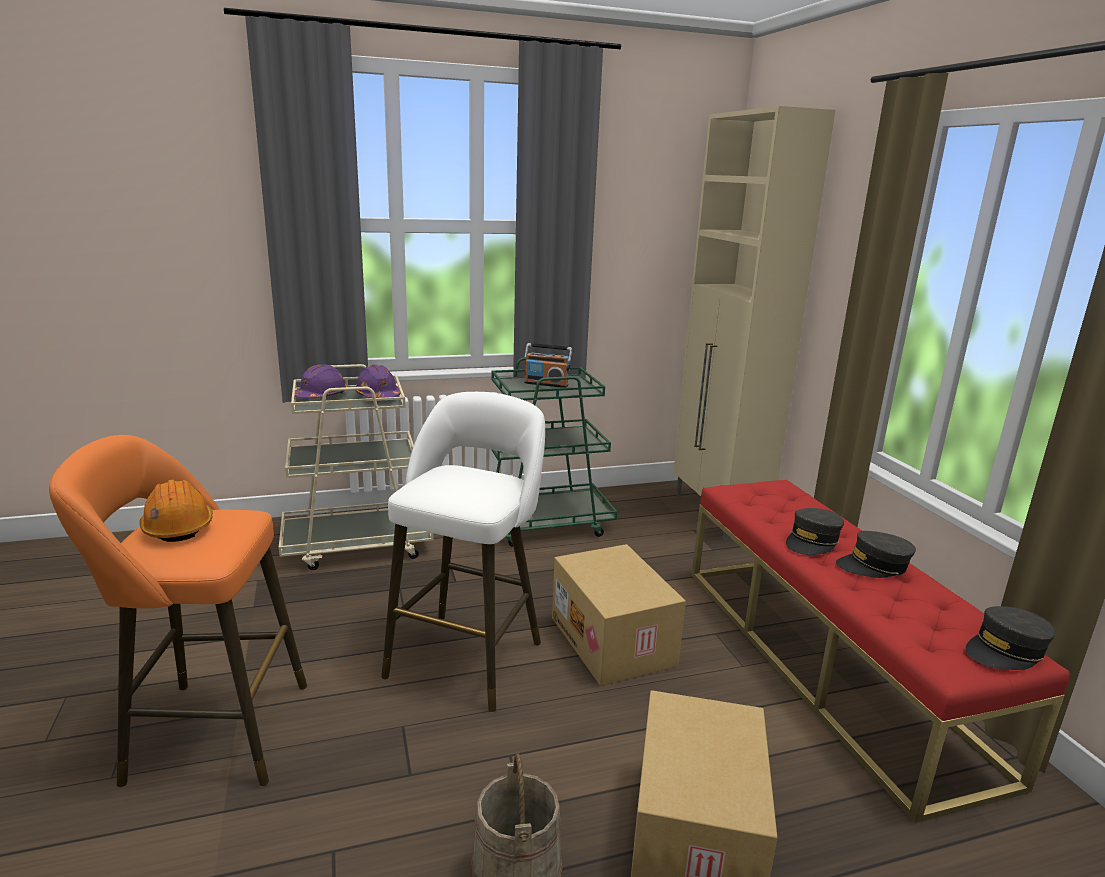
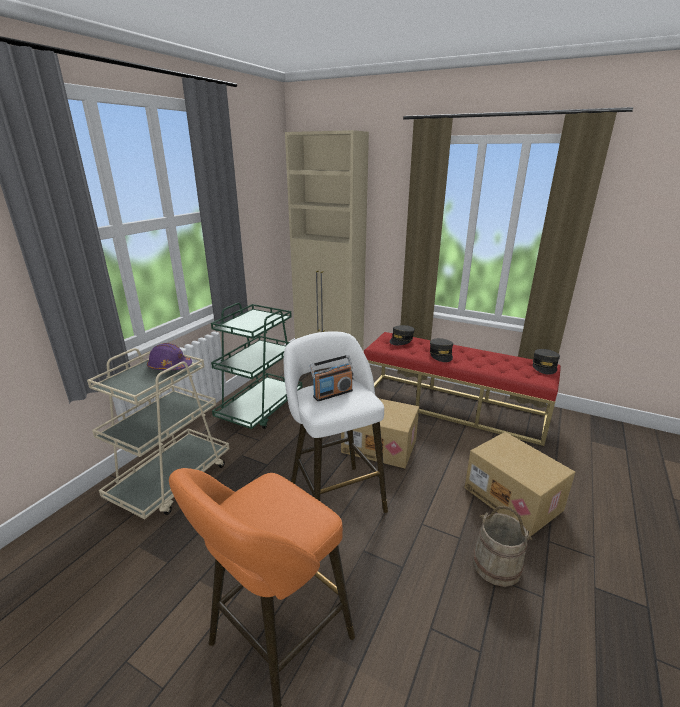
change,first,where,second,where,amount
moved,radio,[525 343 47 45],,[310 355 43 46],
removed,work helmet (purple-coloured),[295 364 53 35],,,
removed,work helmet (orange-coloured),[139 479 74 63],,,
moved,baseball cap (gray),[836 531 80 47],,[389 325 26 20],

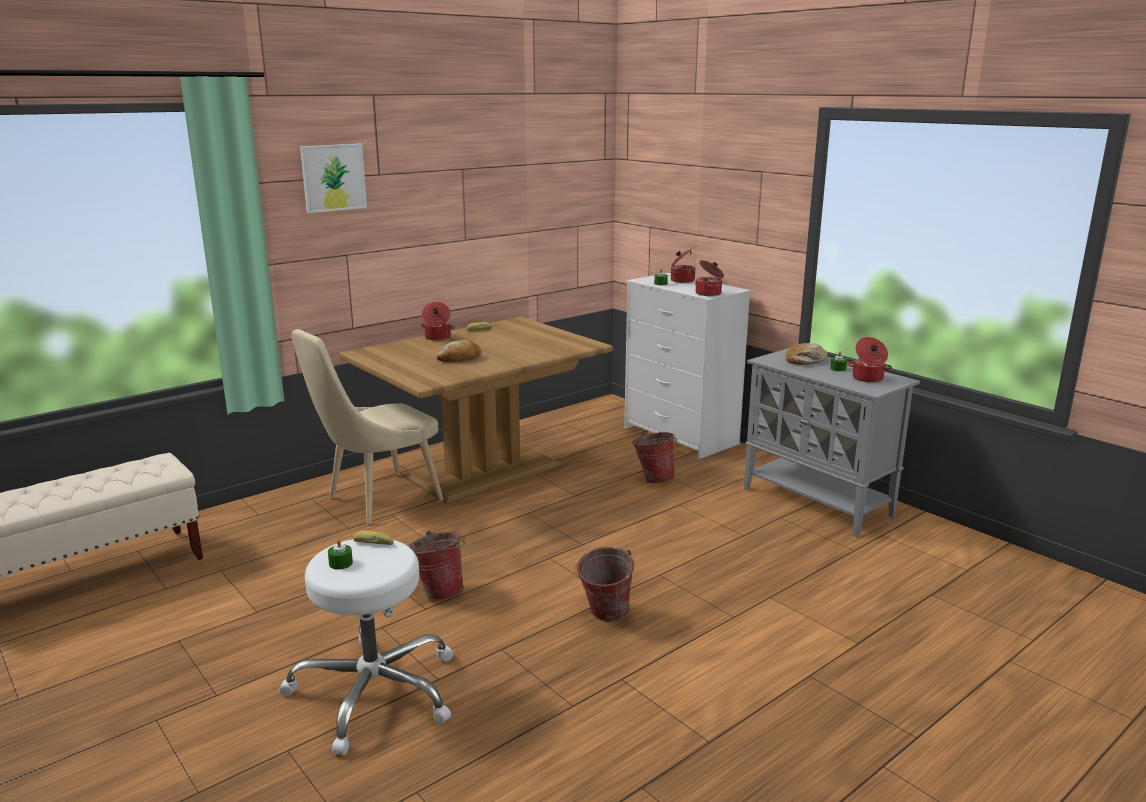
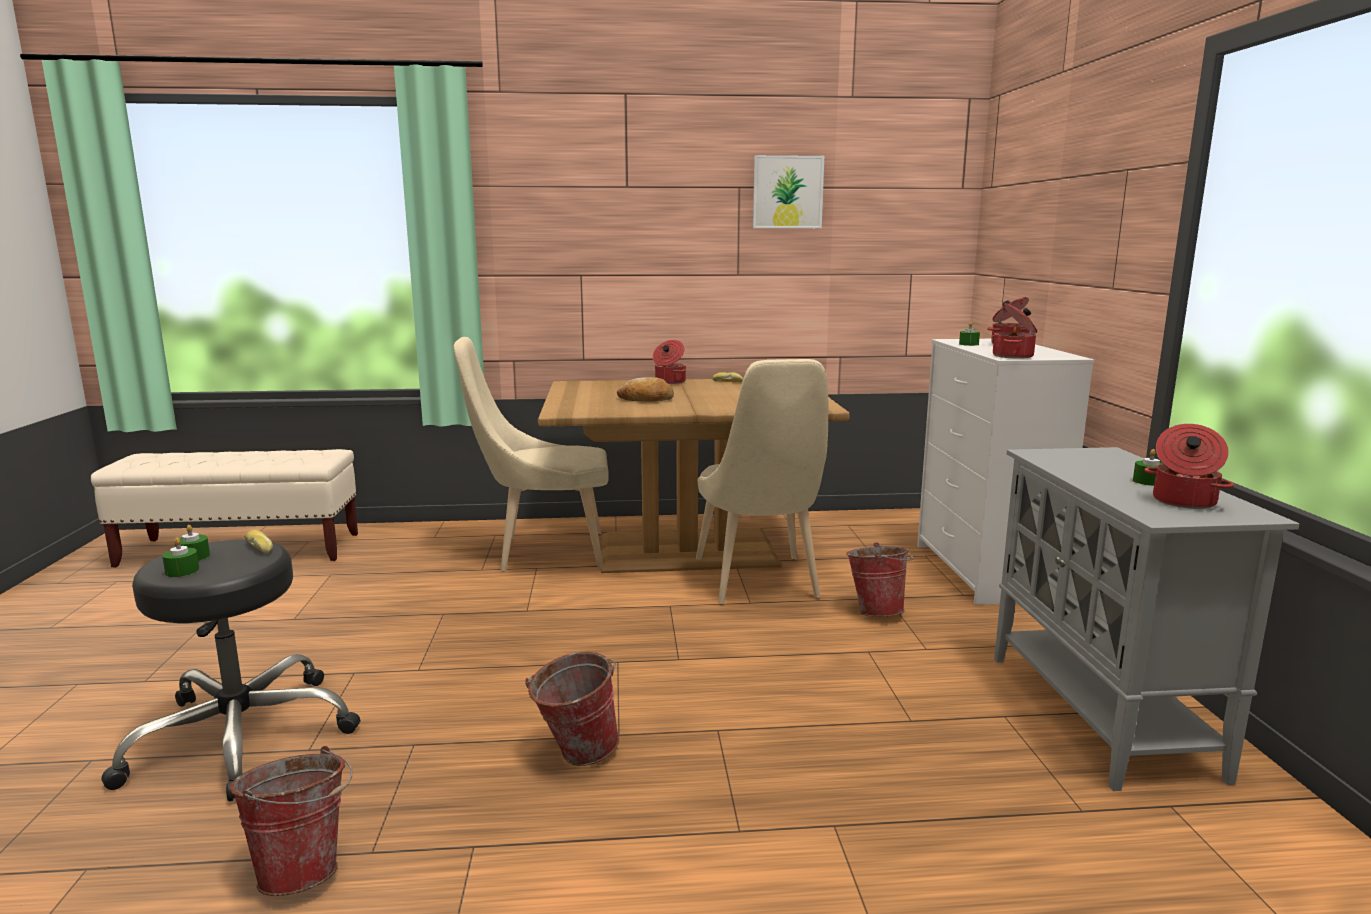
change,first,where,second,where,amount
moved,picture,[300 144 67 69],,[753 155 71 73],
removed,bread,[786 343 42 22],,,
moved,water bucket,[408 531 58 70],,[230 746 122 150],
recoloured,sitting stool (whitish),[279 539 175 217],sitting stool (black),[102 539 259 263],
added,,,plain chair (beige-coloured),[696 359 132 246],
added,,,wax light (green-coloured),[162 538 37 39],

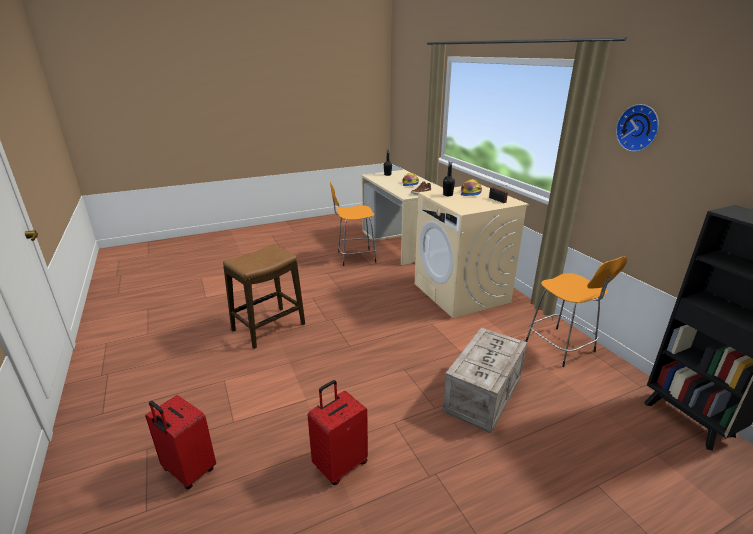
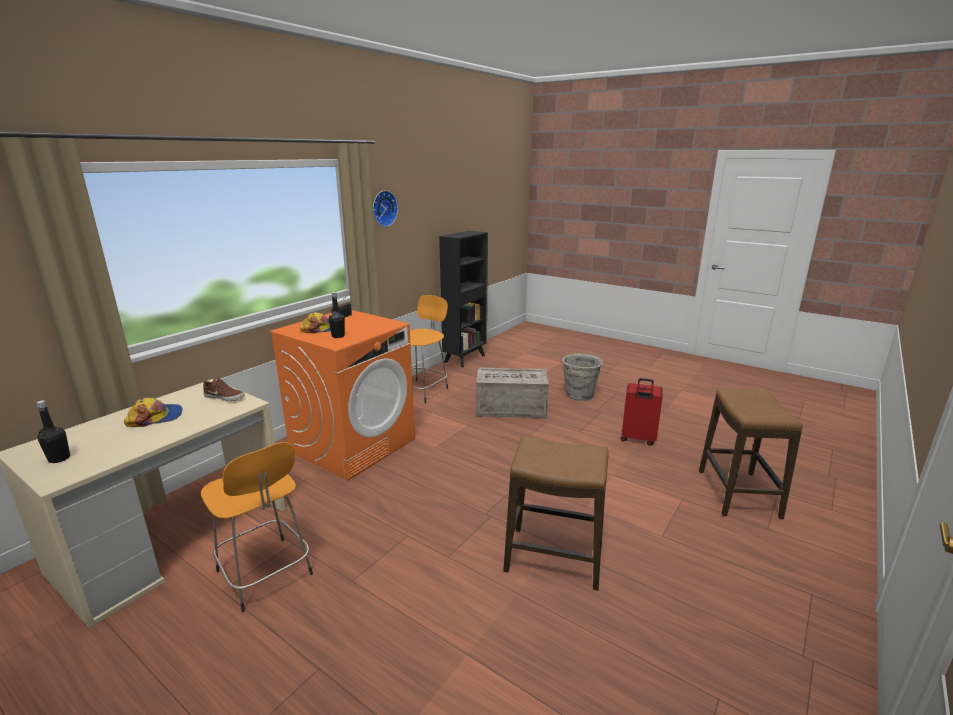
change,first,where,second,where,amount
recoloured,washing machine (beige-coloured),[414 184 115 134],washing machine (orange-coloured),[269 310 146 170],
replaced,travel case (red),[145 395 71 94],sitting stool,[699 389 104 130],
added,,,water bucket (gray),[560 354 42 47],

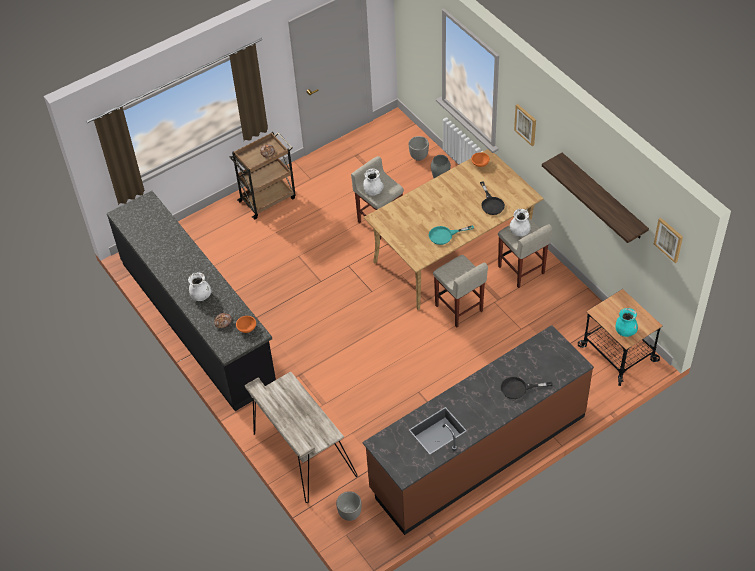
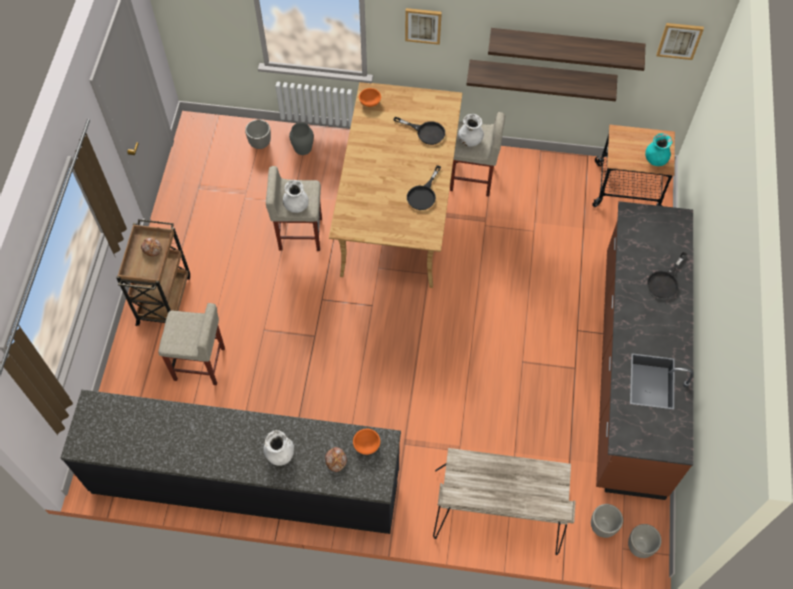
change,first,where,second,where,amount
recoloured,skillet (turquoise-coloured),[429 225 45 20],skillet (black),[407 165 34 45],
moved,sitting stool (beige-coloured),[433 255 55 72],,[158 303 67 82],
added,,,shelf,[466 60 151 41],
added,,,plant pot,[628 524 34 34],

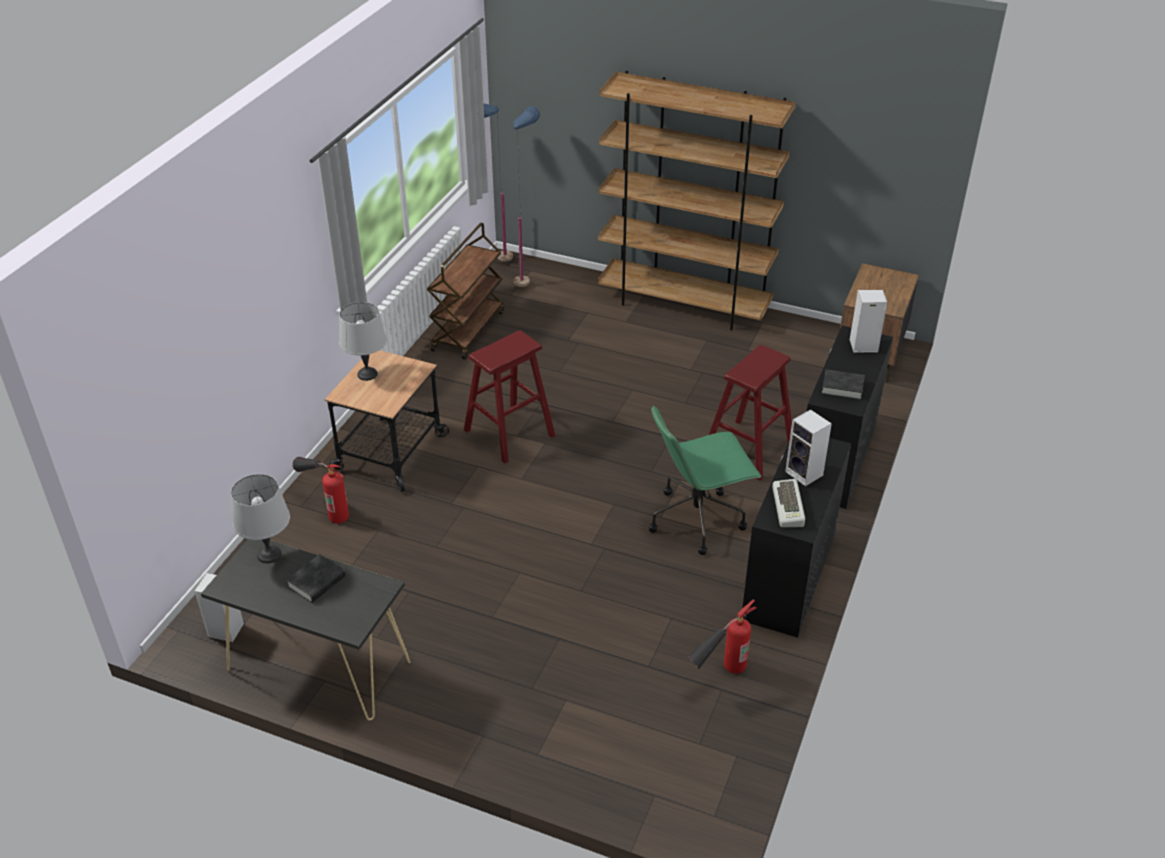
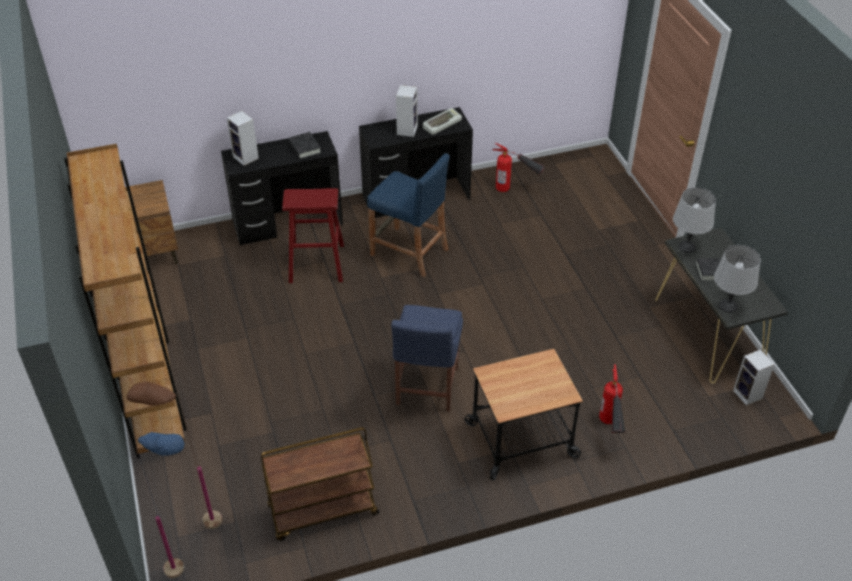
change,first,where,second,where,amount
recoloured,standing lamp (bluish),[513 106 27 181],standing lamp (brown-coloured),[126 382 96 147],
moved,lamp for a table (gray),[339 302 48 79],,[673 187 43 66],
replaced,sitting stool (red),[464 330 91 133],plain chair (bluish),[391 305 72 107],
replaced,computer chair (green-coloured),[649 405 112 150],sitting stool (bluish),[367 153 83 124],

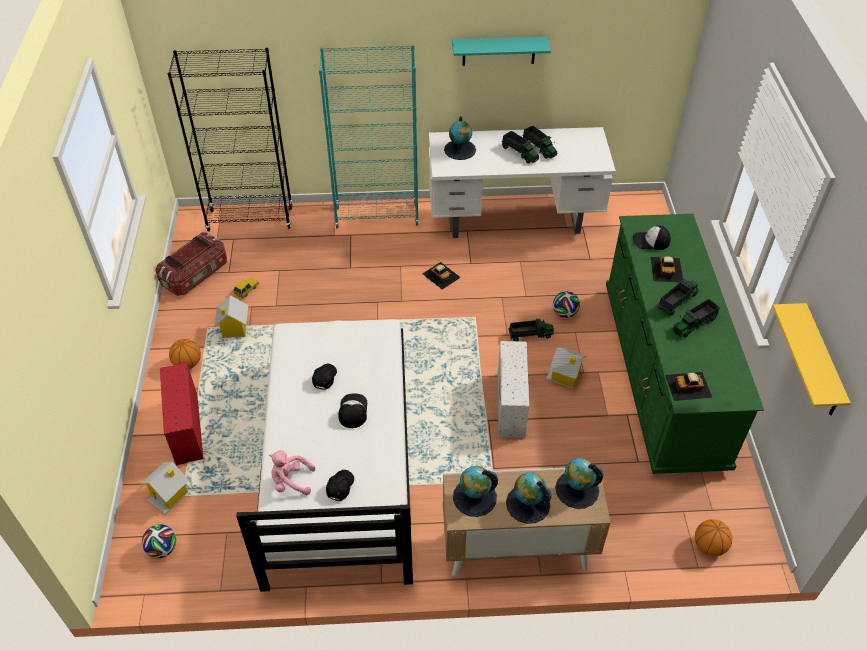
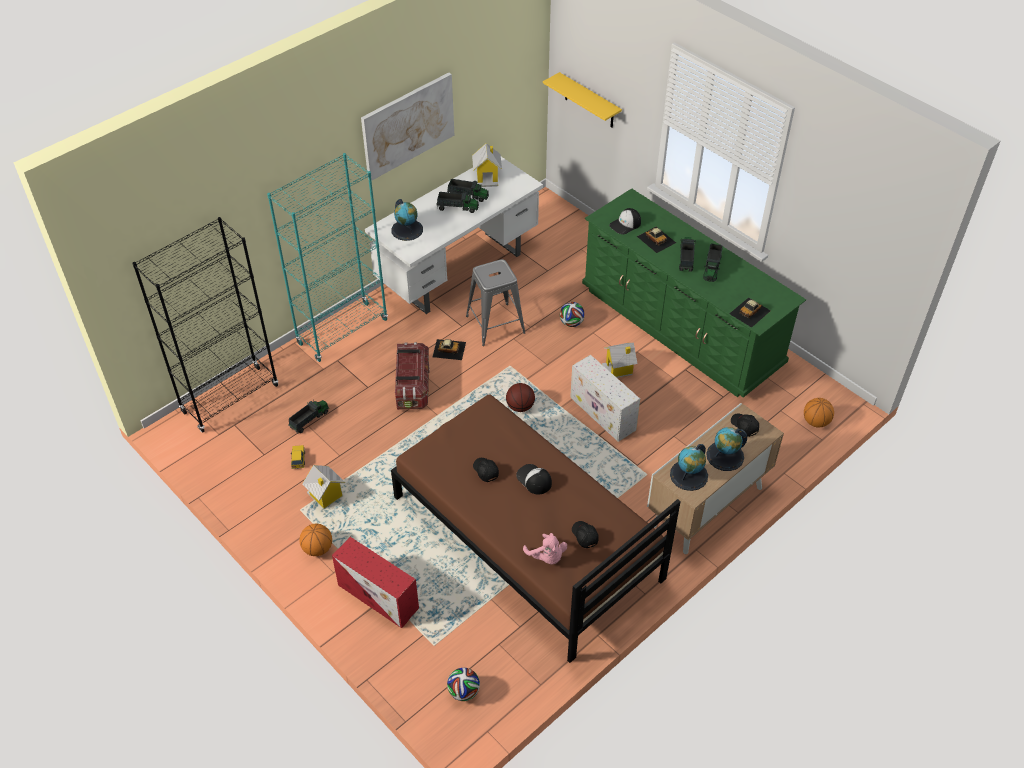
change,first,where,second,where,amount
replaced,shelf (turquoise-coloured),[452 37 99 29],picture,[361 72 93 109],
moved,storage box,[155 232 72 64],,[395 342 34 68],
moved,shelf (yellowish),[772 303 79 112],,[543 72 79 56],
recoloured,bedroom bed (whitish),[236 319 177 273],bedroom bed (brown-coloured),[391 394 290 269],
moved,toy lorry,[509 319 45 22],,[289 400 40 33],
turned,cuddly toy (pinkish),[269 450 46 45],,[523 533 44 31],90 degrees counterclockwise
replaced,world globe,[555 458 48 51],baseball cap (black),[731 413 28 24],
moved,toy house,[141 461 48 54],,[472 143 30 44],
added,,,sitting stool (gray),[466 259 60 87],
added,,,basketball,[506 383 29 29],

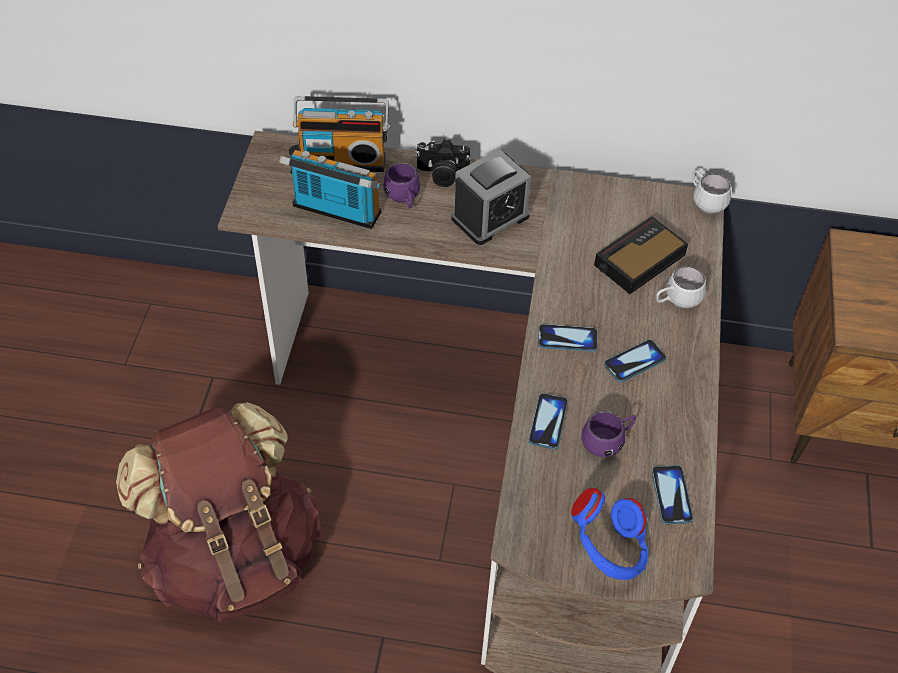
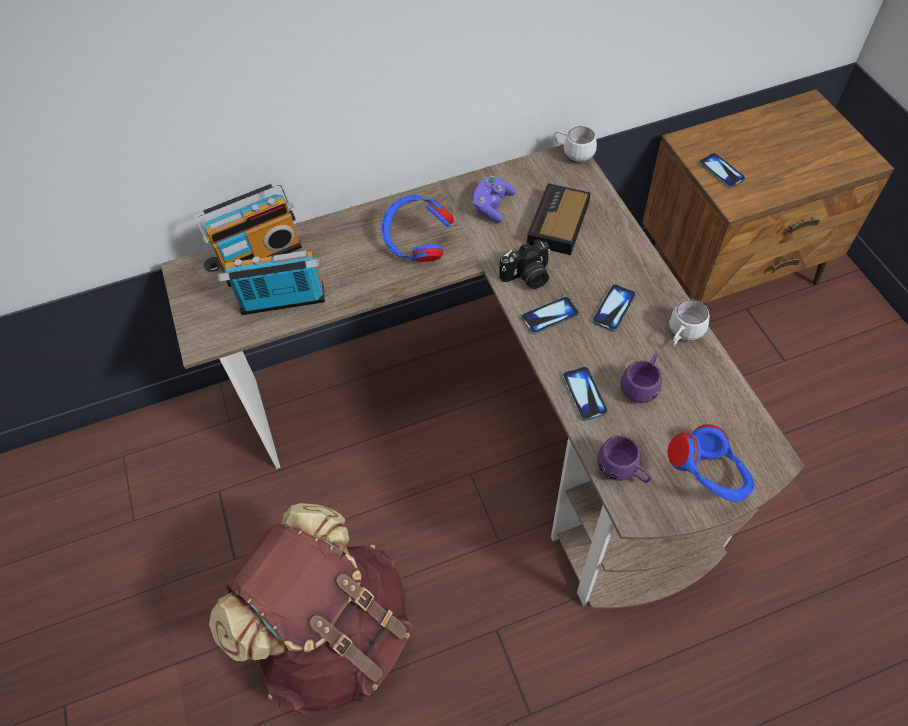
change,first,where,second,where,amount
moved,photo camera,[416 139 54 48],,[499 241 52 48],
replaced,table clock,[451 149 80 96],headphones (bluish),[381 195 73 67],
moved,mug (purple-coloured),[383 163 37 46],,[597 435 55 48],
moved,mug (whitish),[656 266 50 42],,[669 300 40 46],
moved,phone,[652 465 42 59],,[699 153 47 35],
added,,,joypad (purple-coloured),[473 176 43 47],

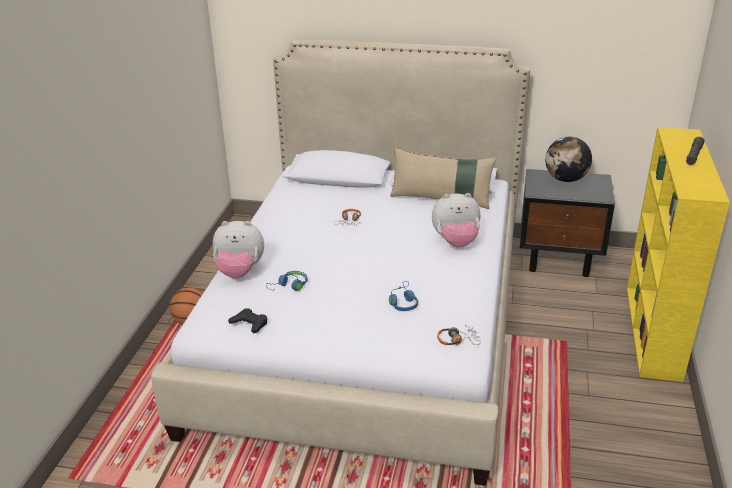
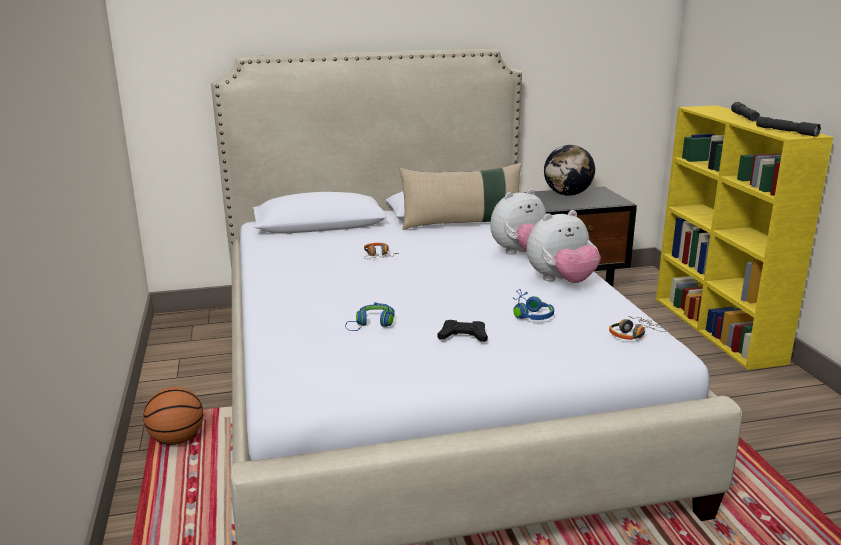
change,first,where,second,where,amount
moved,cuddly toy,[213 221 51 57],,[527 210 74 73],
moved,joypad (black),[228 308 39 25],,[437 320 51 22],
added,,,torch (gray),[756 117 65 20],

